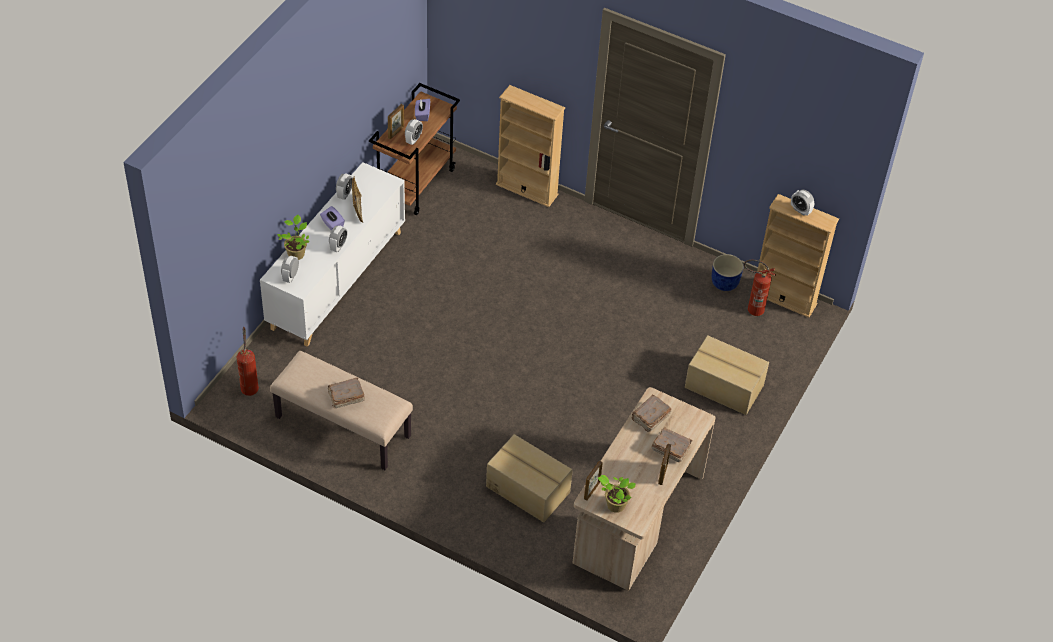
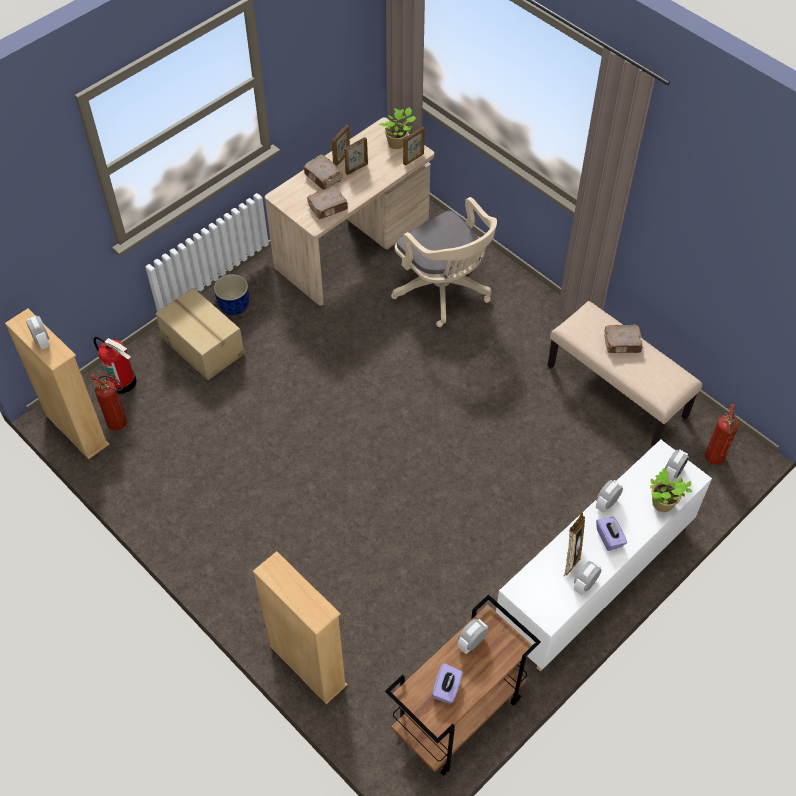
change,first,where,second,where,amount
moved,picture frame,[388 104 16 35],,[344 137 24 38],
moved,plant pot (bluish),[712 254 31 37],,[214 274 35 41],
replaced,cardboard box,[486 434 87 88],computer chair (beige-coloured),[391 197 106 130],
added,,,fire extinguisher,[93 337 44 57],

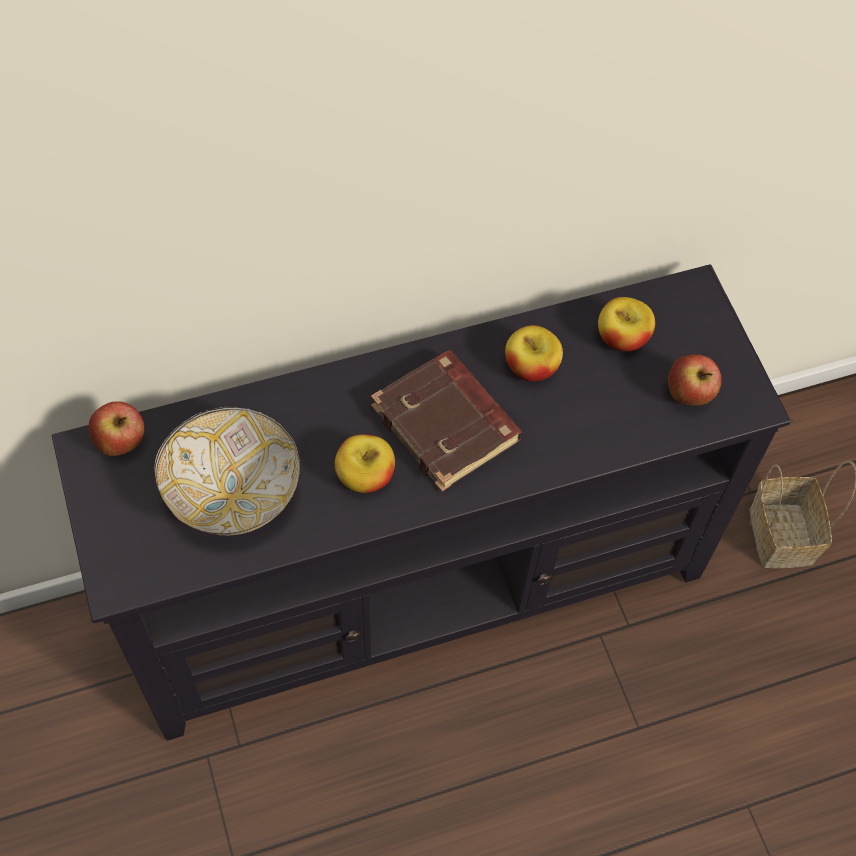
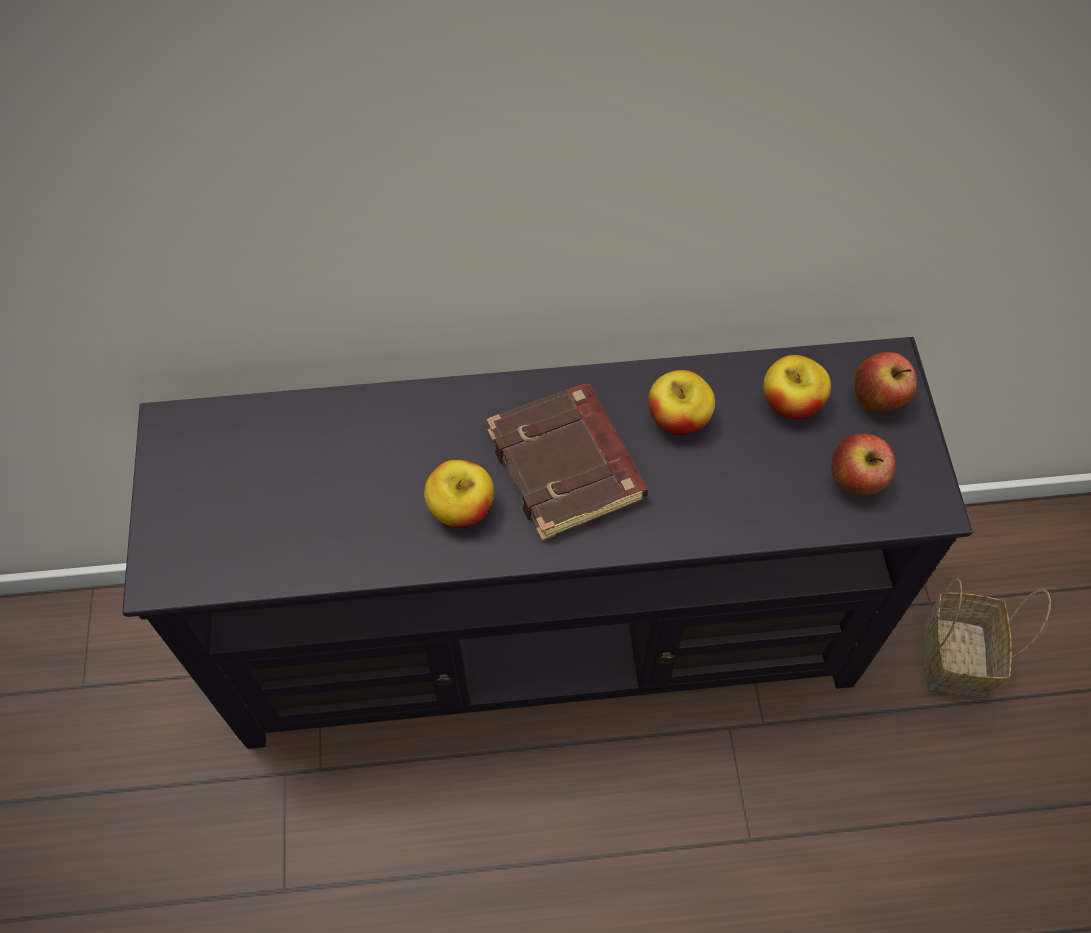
change,first,where,second,where,amount
moved,apple,[89 401 55 55],,[854 352 63 59],
removed,deep dish,[155 407 145 129],,,

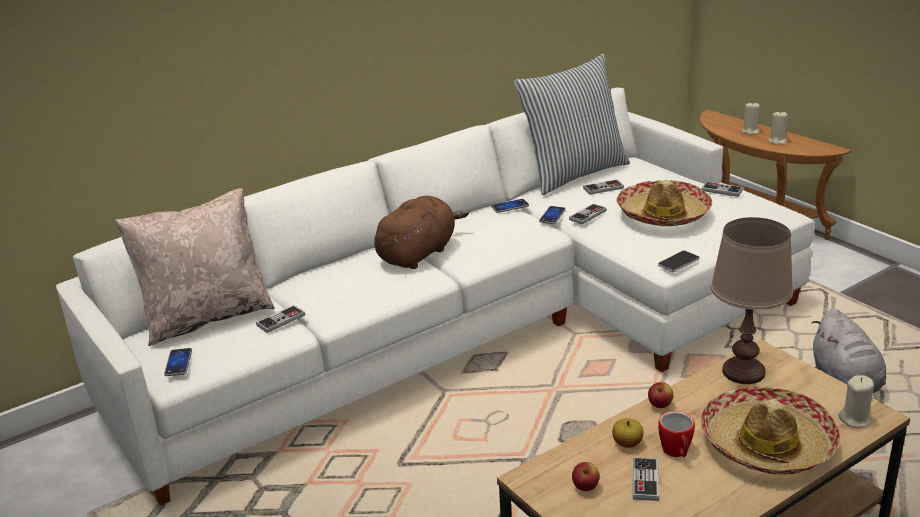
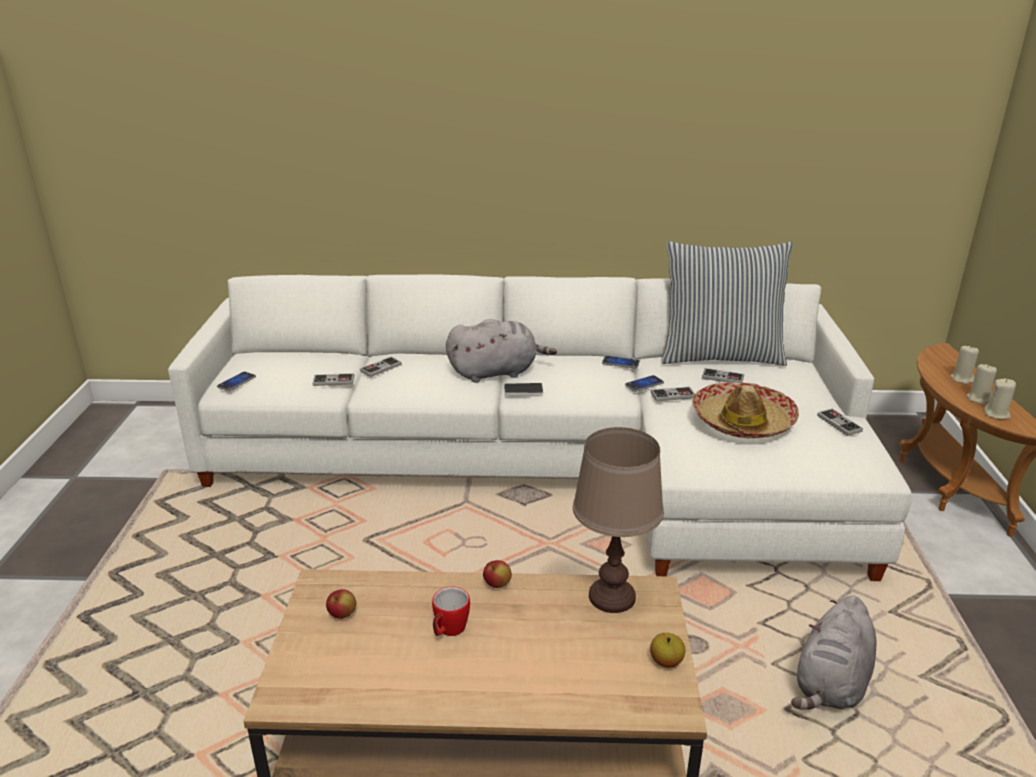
change,first,where,second,where,amount
removed,pillow (beige-coloured),[115 188 160 158],,,
recoloured,cuddly toy (brown-coloured),[374 195 95 74],cuddly toy (gray),[446 319 111 64],
moved,phone,[658 250 42 23],,[504 383 39 12],
moved,wax light (beige-coloured),[838 375 36 52],,[984 379 32 40],
removed,wearable hat,[700 386 140 89],,,
moved,apple,[612 418 32 30],,[650 633 35 35],
moved,joypad,[633 457 26 44],,[360 357 42 20],

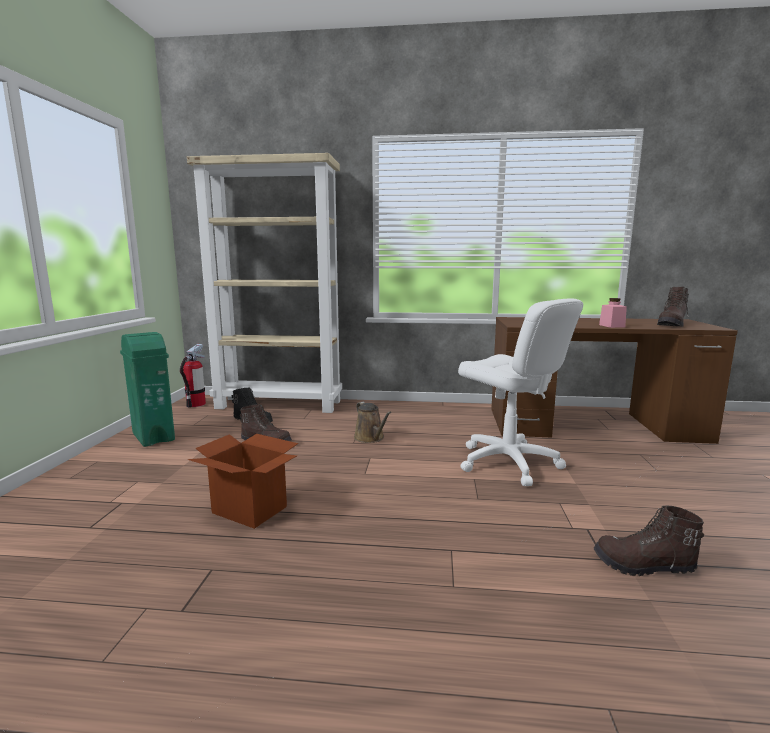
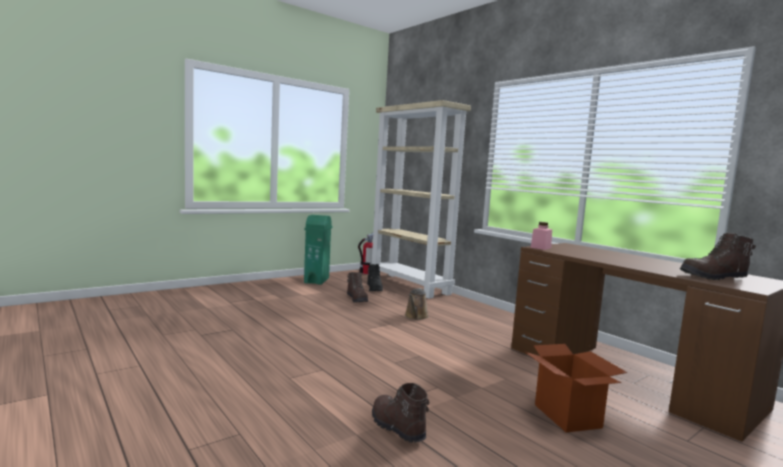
change,first,where,second,where,amount
removed,computer chair (whitish),[458 298 125 188],,,
moved,storage jar (pinkish),[599 298 28 30],,[531 222 21 28],
moved,cardboard box,[188 434 110 95],,[524 344 103 88],

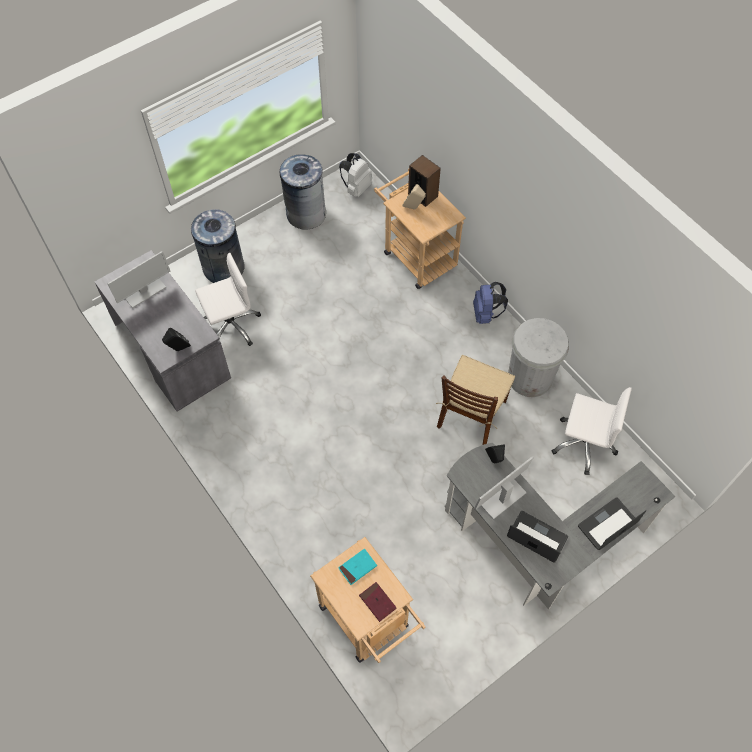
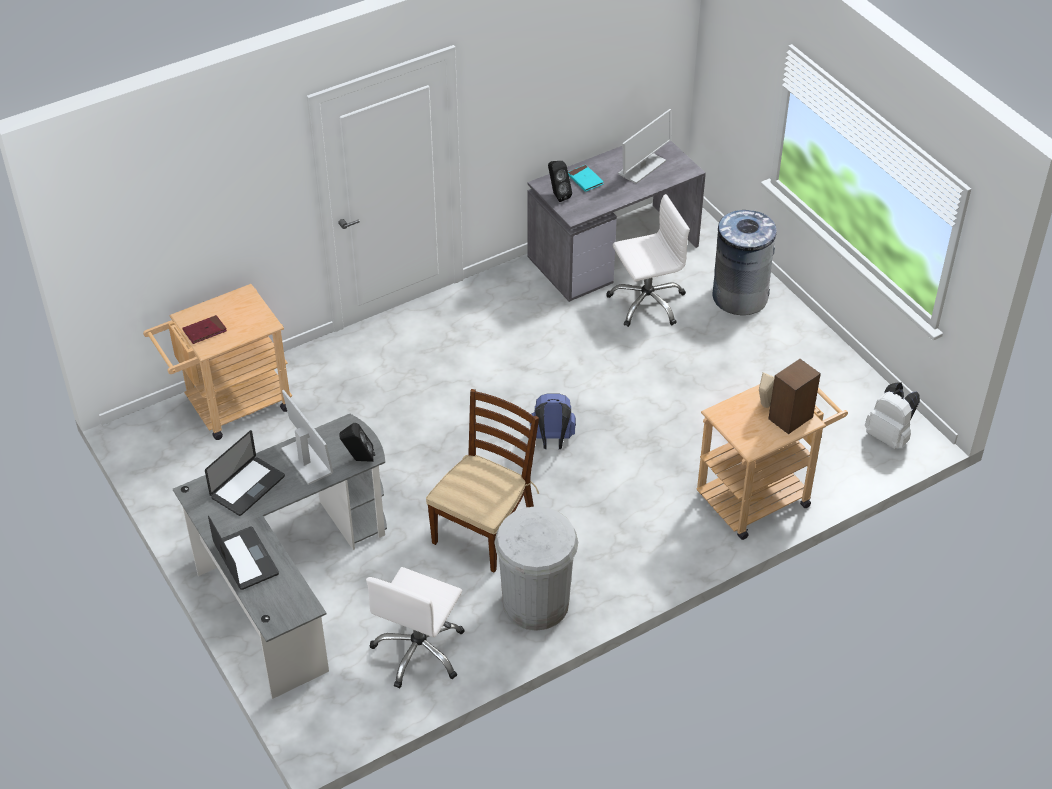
change,first,where,second,where,amount
removed,rubbish bin (gray),[280 154 46 76],,,
turned,monitor,[107 251 63 57],,[618 109 53 75],105 degrees counterclockwise
turned,computer chair (whitish),[195 252 66 94],,[606 194 84 133],90 degrees counterclockwise
moved,knapsack (bluish),[473 282 35 42],,[530 394 46 55],
turned,plain chair (brown-coloured),[436 355 79 90],,[426 389 113 183],90 degrees clockwise
moved,bound book (turquoise-coloured),[338 548 39 37],,[568 165 36 27],

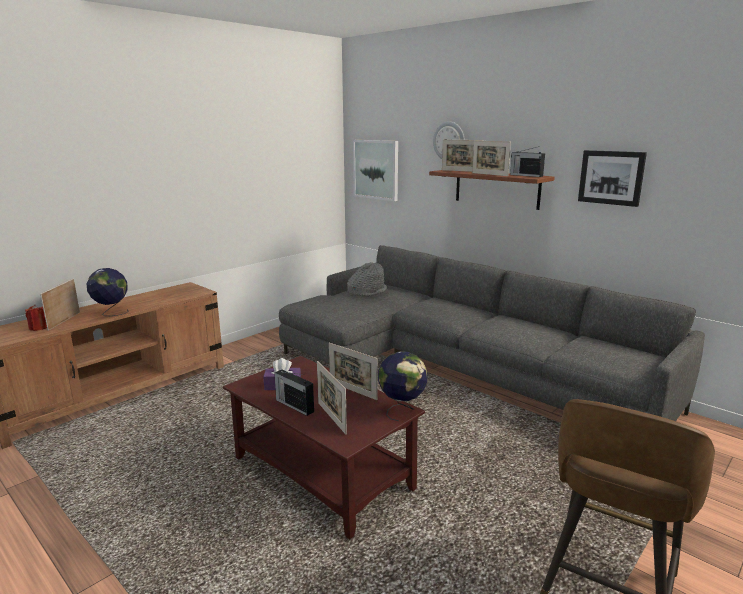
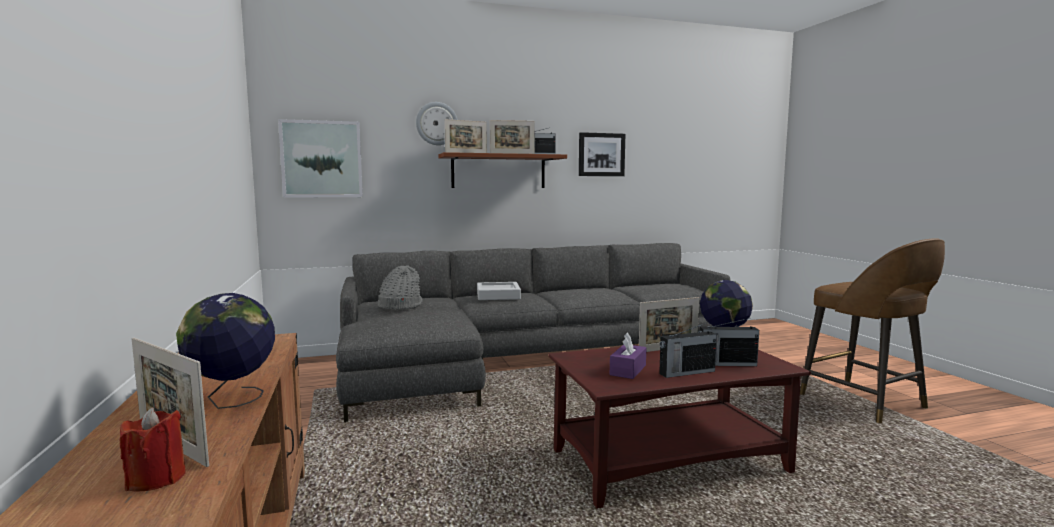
change,first,where,second,where,amount
replaced,picture frame,[317 361 30 74],radio,[698 318 61 48],
added,,,carrying tray (gray),[477 282 44 18],

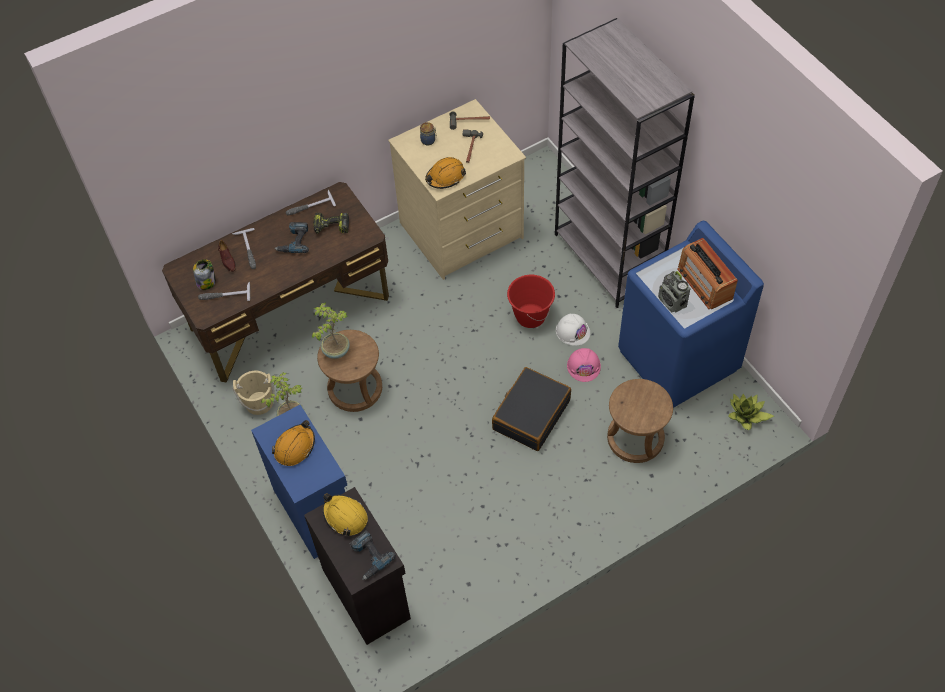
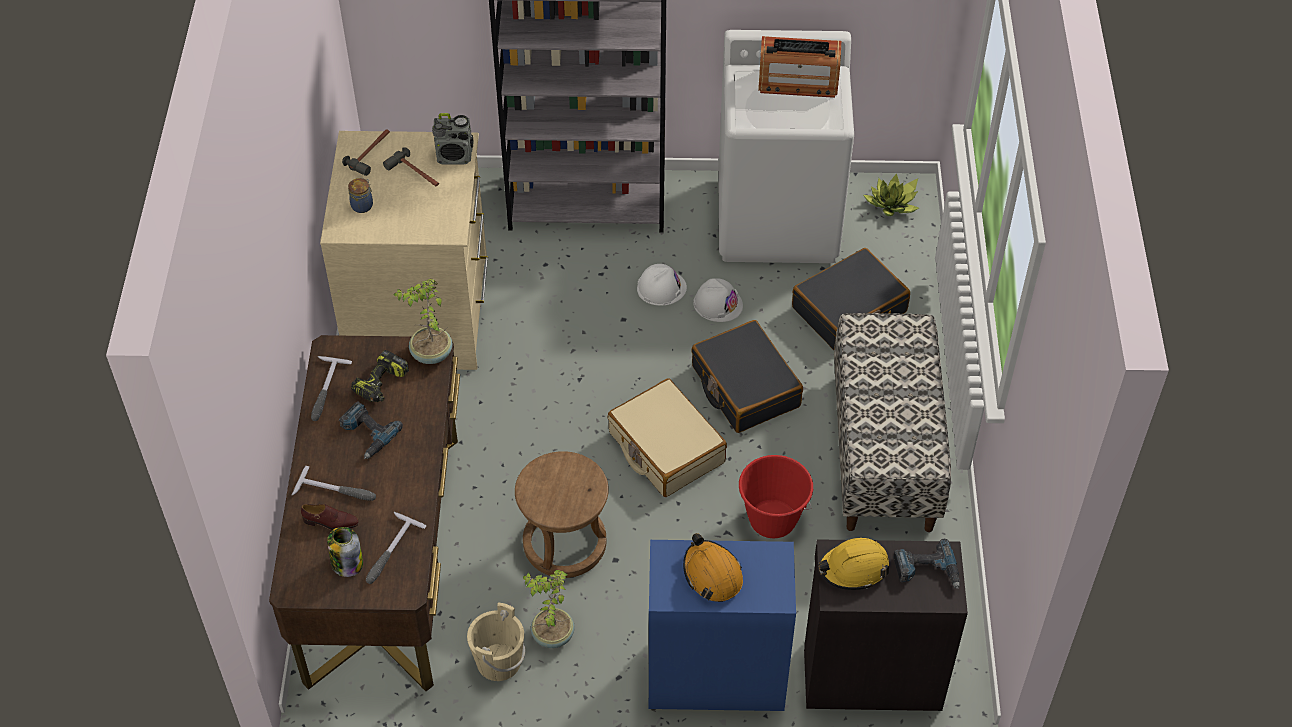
change,first,where,second,where,amount
removed,work helmet (orange-coloured),[425 157 41 32],,,
recoloured,washing machine (bluish),[618 221 146 187],washing machine (whitish),[718 30 136 233],
moved,radio,[658 271 33 42],,[432 113 41 51],
moved,water bucket (red),[507 275 48 53],,[739 455 74 83],
moved,potted plant,[312 303 38 56],,[393 279 59 85],
recoloured,work helmet (pinkish),[567 348 34 34],work helmet (whitish),[693 278 50 44],
replaced,sitting stool (brown-coloured),[607 379 66 84],travel case (black),[792 248 118 102],
added,,,indoor bench,[834 313 117 219],
added,,,travel case (beige-coloured),[608 378 119 119],

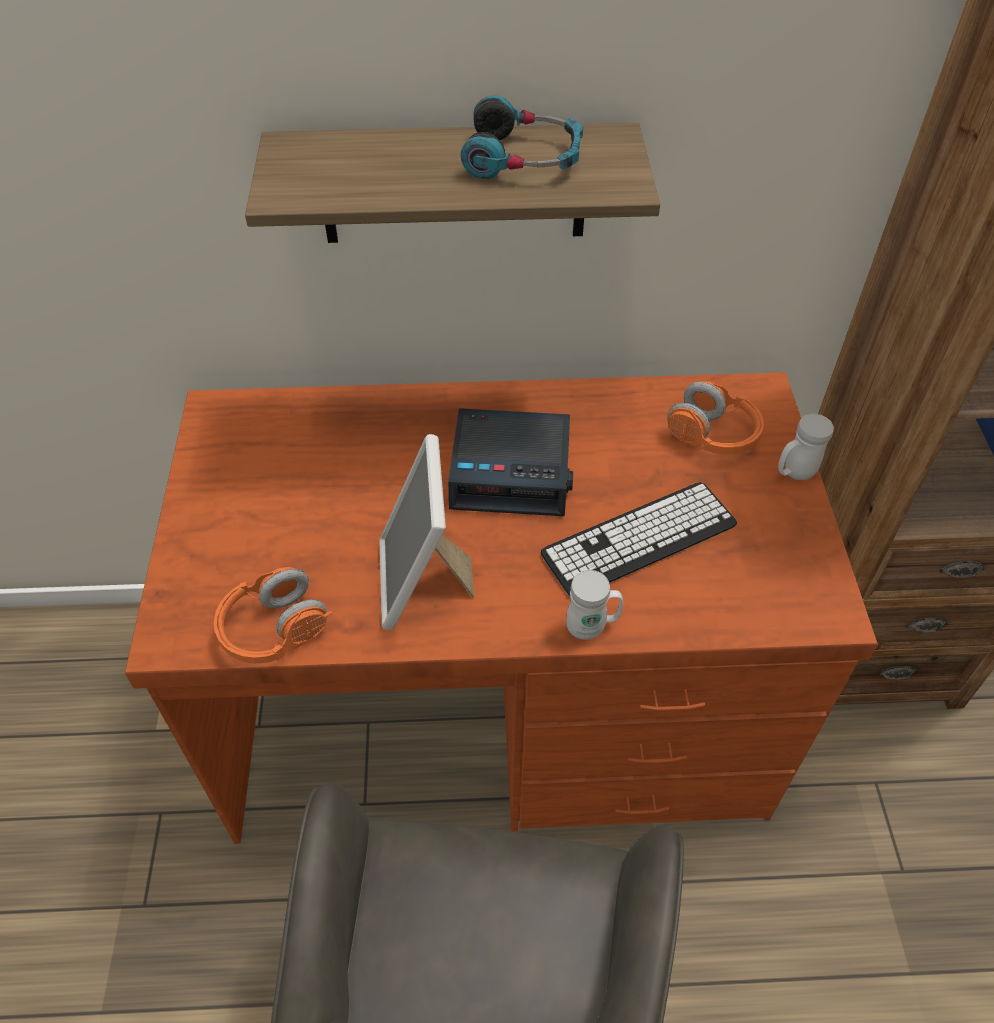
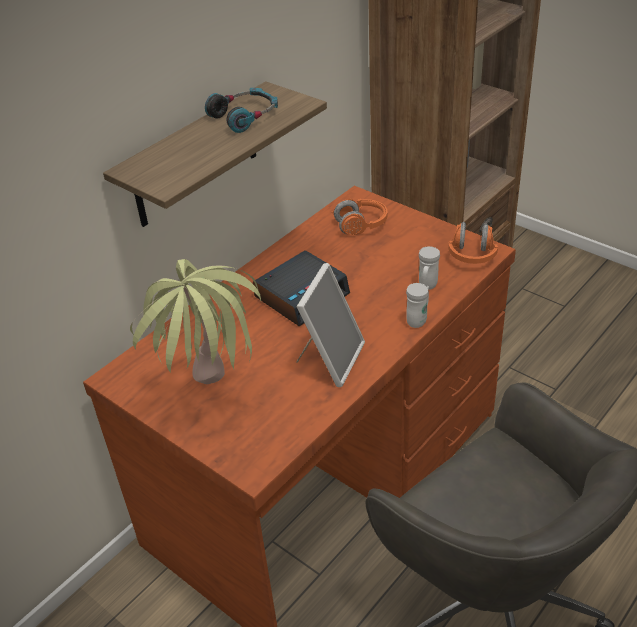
change,first,where,second,where,amount
moved,mug (whitish),[778 414 56 66],,[419 246 21 44],
turned,picture frame,[380 434 95 196],,[296 263 69 124],105 degrees counterclockwise
removed,PC keyboard,[541 482 196 114],,,
moved,headphones (orange-coloured),[214 567 119 96],,[448 222 50 42],
added,,,potted plant,[130 259 131 125],

